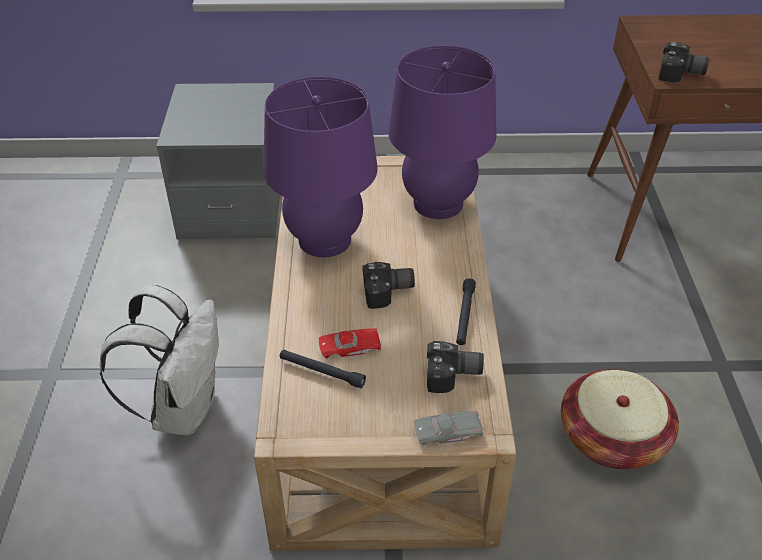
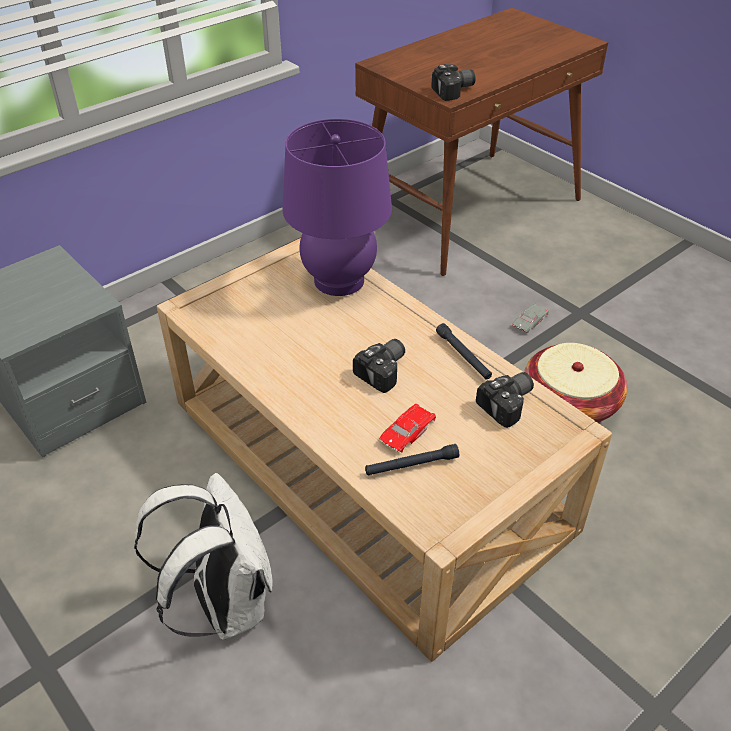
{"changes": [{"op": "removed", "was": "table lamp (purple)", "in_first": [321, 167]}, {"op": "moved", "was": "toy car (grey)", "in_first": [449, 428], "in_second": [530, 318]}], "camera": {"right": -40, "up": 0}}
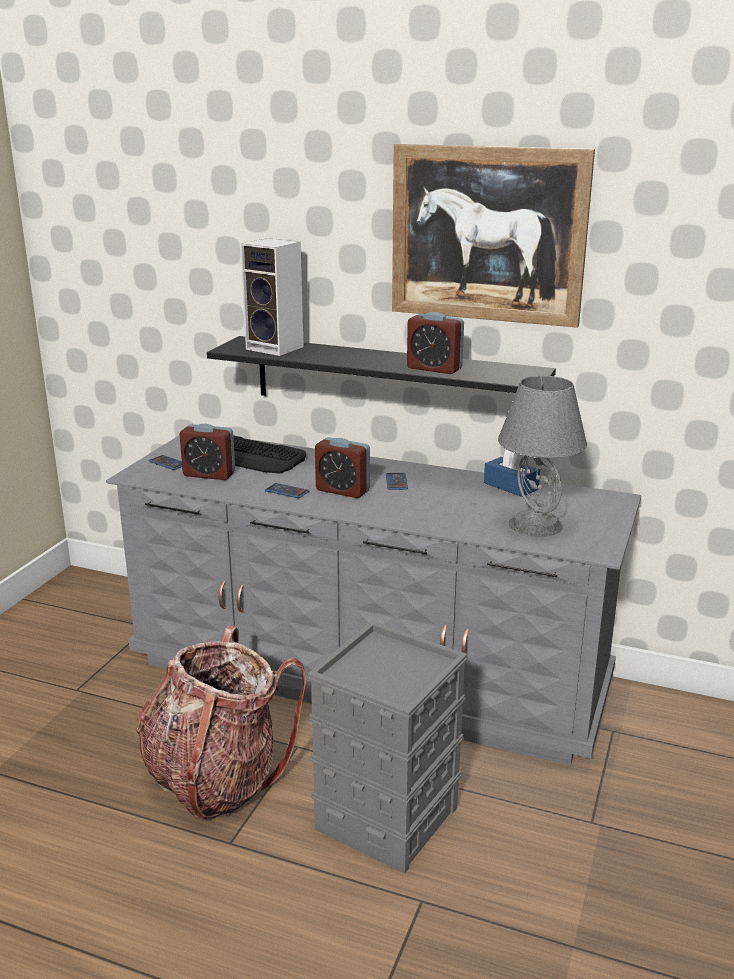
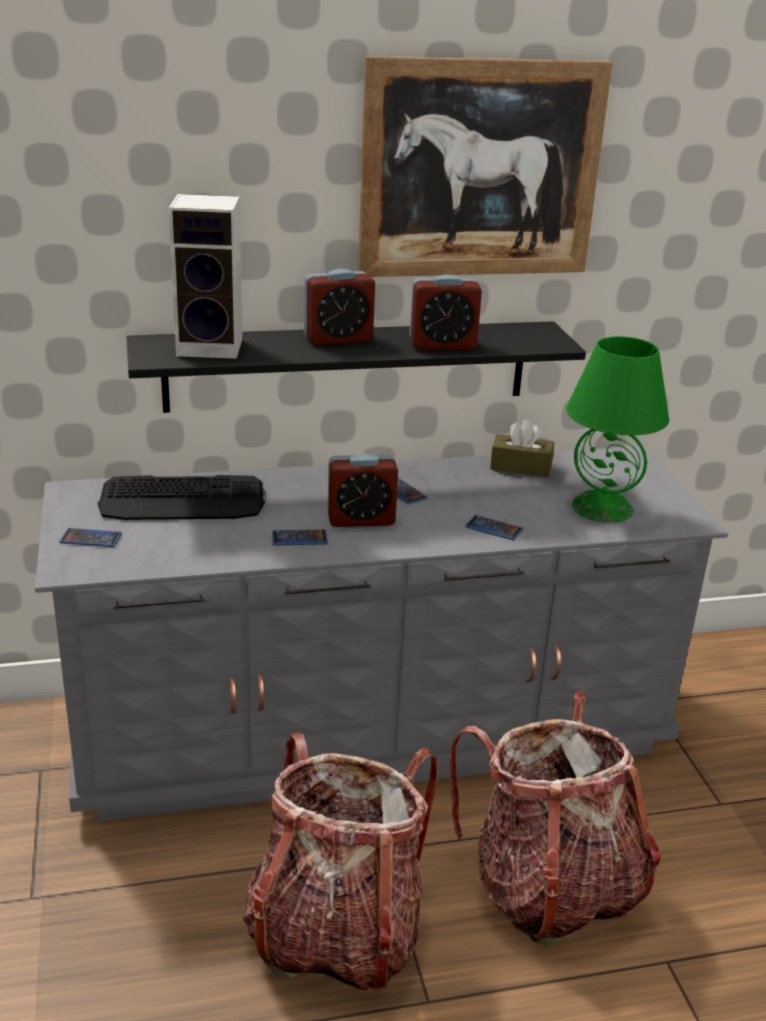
{"changes": [{"op": "added", "now": "phone", "in_second": [494, 527]}, {"op": "moved", "was": "alarm clock", "in_first": [207, 452], "in_second": [339, 307]}, {"op": "replaced", "was": "storage box (grey)", "now": "backpack", "in_first": [387, 747], "in_second": [555, 818]}, {"op": "recoloured", "was": "tissue box (blue)", "now": "tissue box (brown)", "in_first": [512, 473], "in_second": [522, 448]}, {"op": "recoloured", "was": "table lamp (grey)", "now": "table lamp (green)", "in_first": [542, 456], "in_second": [617, 429]}], "camera": {"right": -35, "up": 5}}
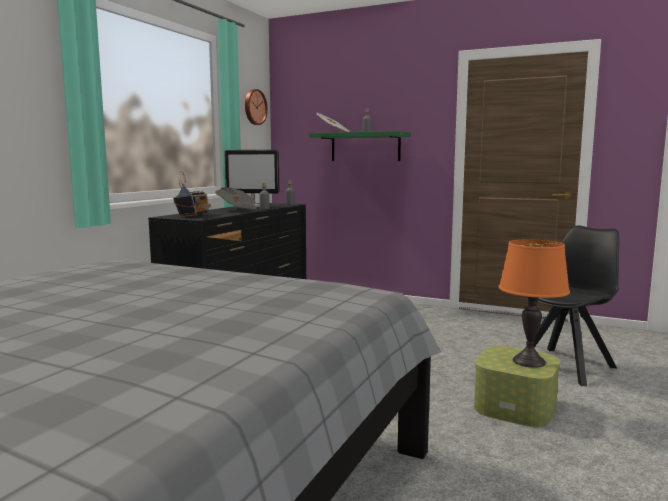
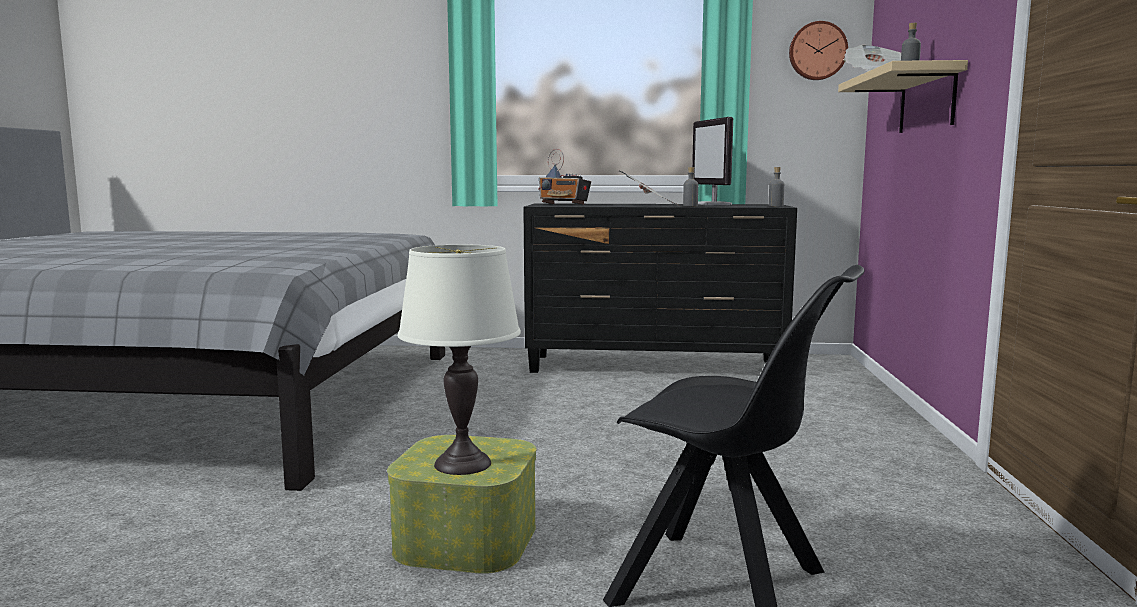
{"changes": [{"op": "recoloured", "was": "shelf (green)", "now": "shelf (beige)", "in_first": [360, 146], "in_second": [903, 96]}, {"op": "recoloured", "was": "table lamp (orange)", "now": "table lamp (white)", "in_first": [534, 303], "in_second": [459, 360]}, {"op": "turned", "was": "radio", "in_first": [192, 194], "in_second": [565, 177], "clockwise": 45}], "camera": {"right": 70, "up": 0}}
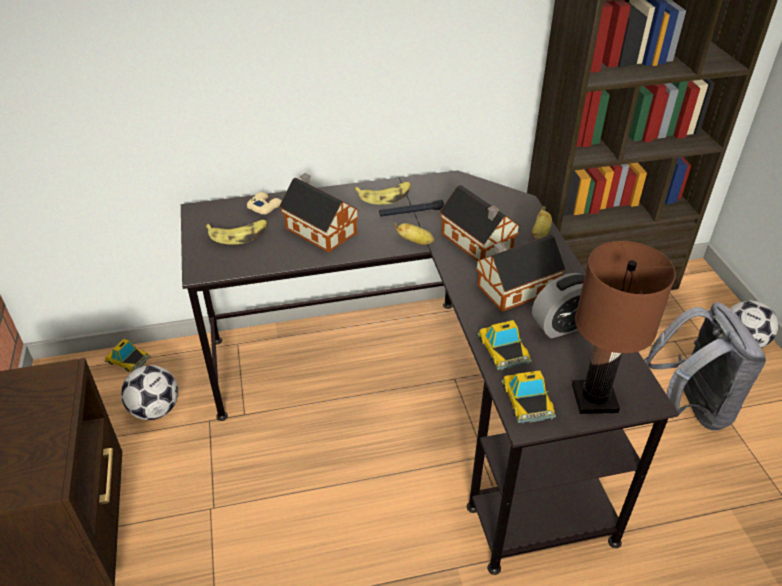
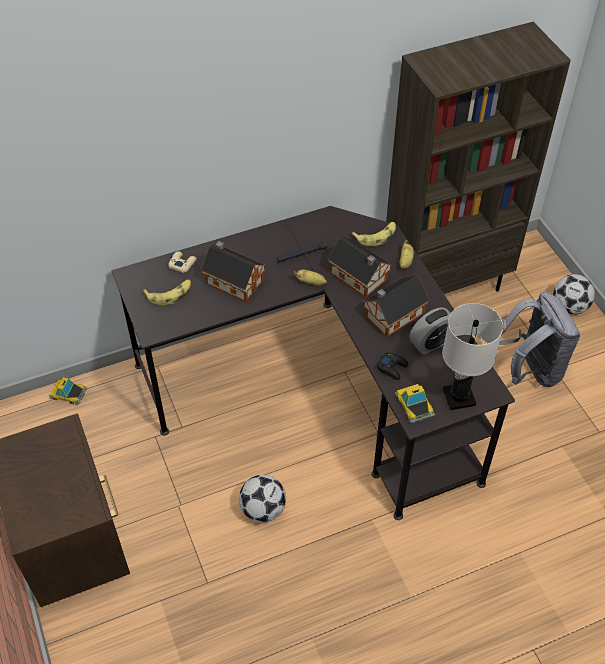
{"changes": [{"op": "moved", "was": "football", "in_first": [149, 392], "in_second": [262, 498]}, {"op": "moved", "was": "banana", "in_first": [382, 193], "in_second": [374, 234]}, {"op": "replaced", "was": "toy car", "now": "game controller (black)", "in_first": [504, 345], "in_second": [392, 366]}, {"op": "recoloured", "was": "table lamp (brown)", "now": "table lamp (white)", "in_first": [624, 327], "in_second": [472, 356]}], "camera": {"right": -10, "up": 10}}
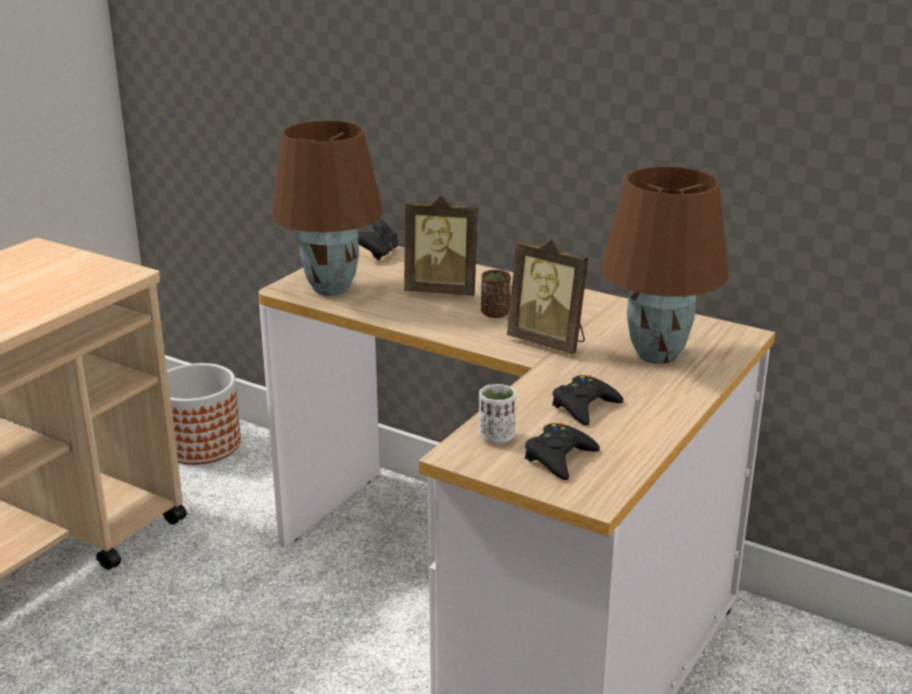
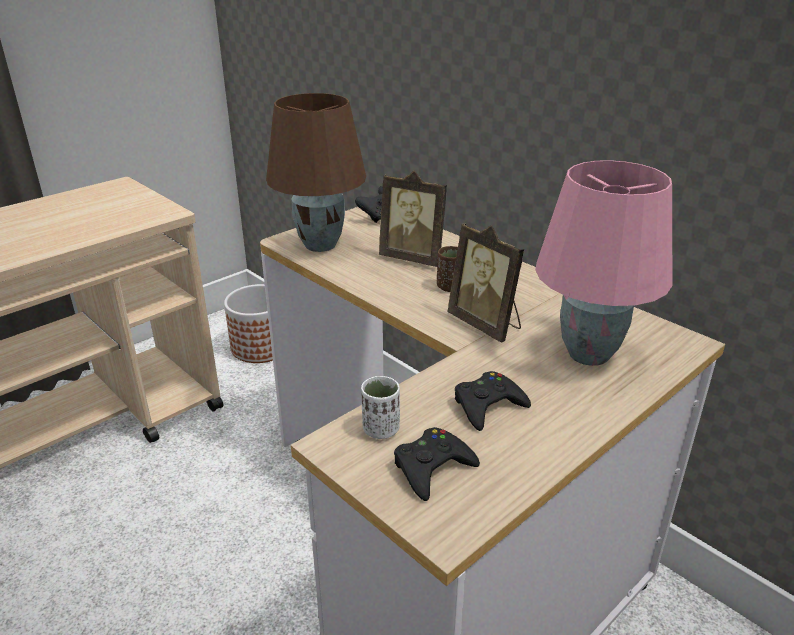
{"changes": [{"op": "recoloured", "was": "table lamp (brown)", "now": "table lamp (pink)", "in_first": [665, 265], "in_second": [603, 263]}], "camera": {"right": 15, "up": 5}}
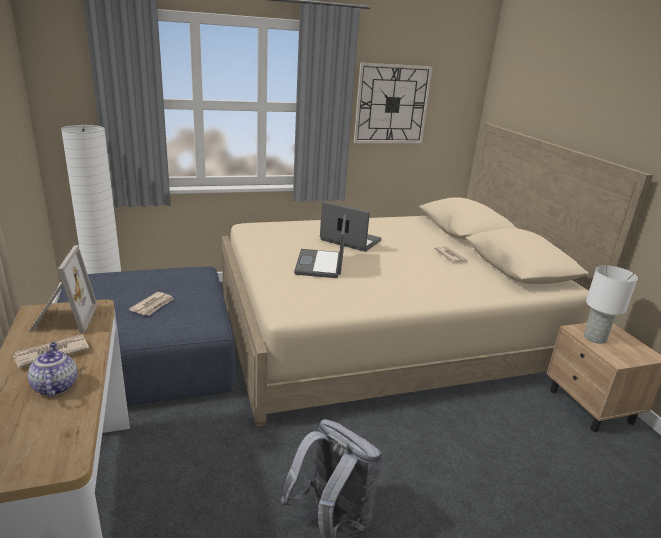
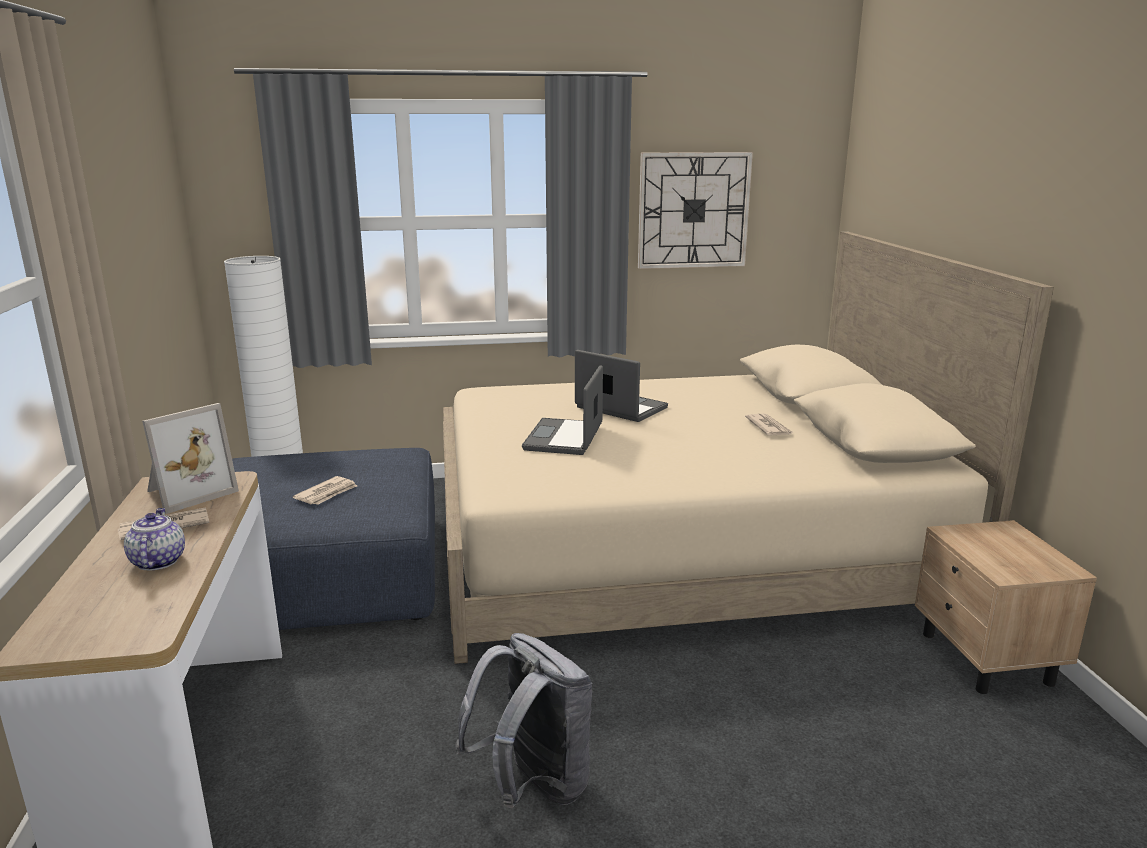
{"changes": [{"op": "removed", "was": "table lamp (white)", "in_first": [611, 304]}, {"op": "turned", "was": "picture frame", "in_first": [63, 289], "in_second": [190, 458], "clockwise": 45}], "camera": {"right": 10, "up": -5}}
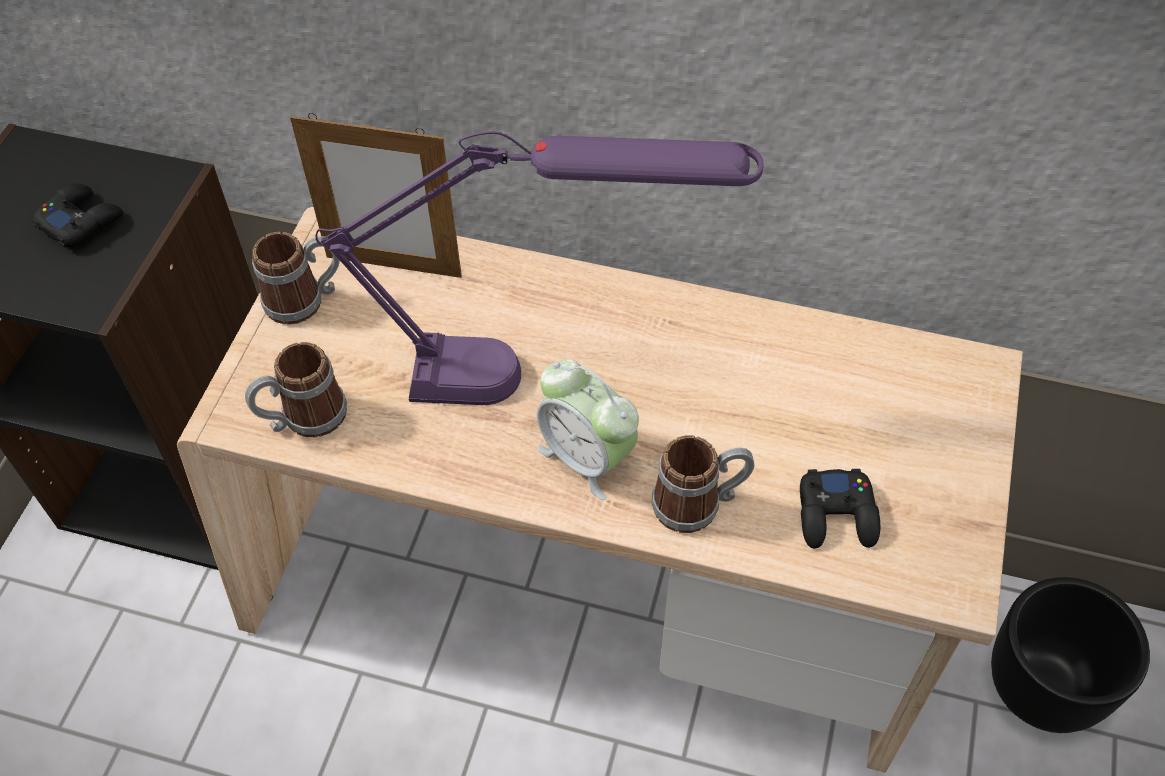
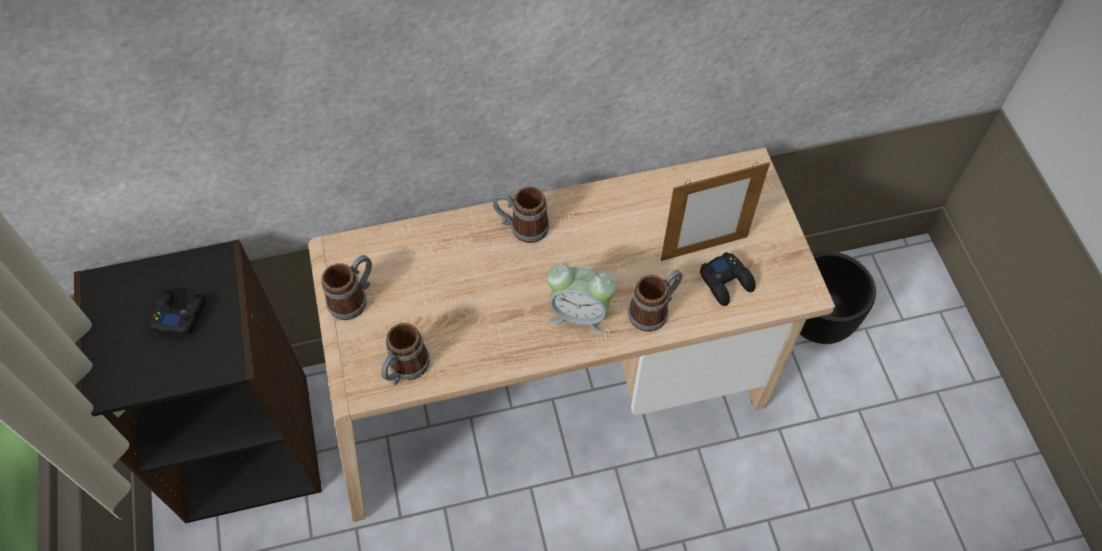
{"changes": [{"op": "removed", "was": "table lamp (purple)", "in_first": [540, 268]}, {"op": "added", "now": "mug", "in_second": [521, 214]}, {"op": "moved", "was": "picture frame", "in_first": [376, 195], "in_second": [715, 211]}], "camera": {"right": -30, "up": 5}}
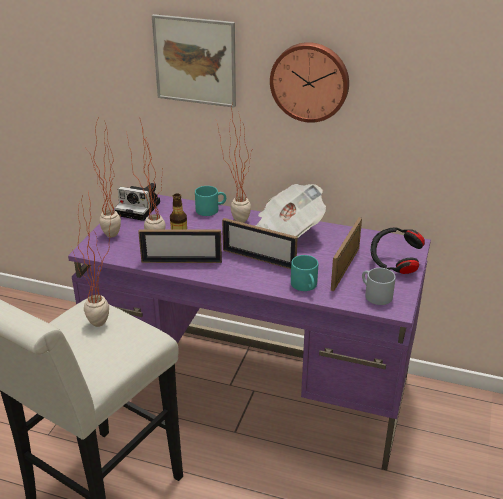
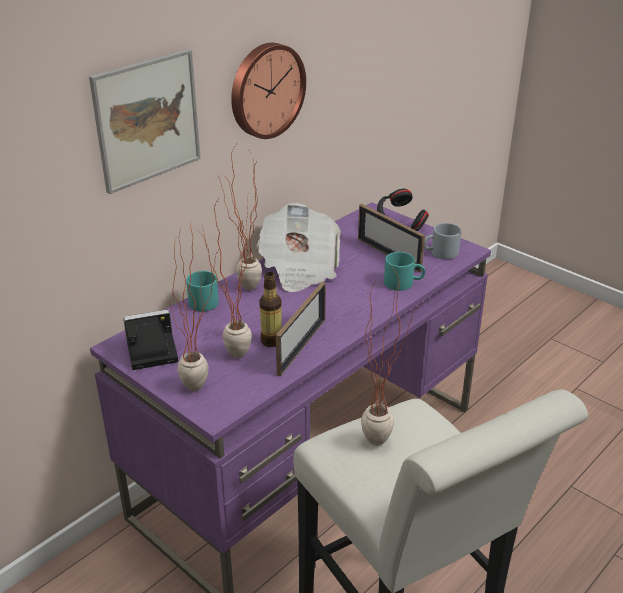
{"changes": [{"op": "removed", "was": "picture frame", "in_first": [260, 243]}, {"op": "turned", "was": "photo camera", "in_first": [137, 202], "in_second": [150, 340], "clockwise": -150}], "camera": {"right": -65, "up": 0}}
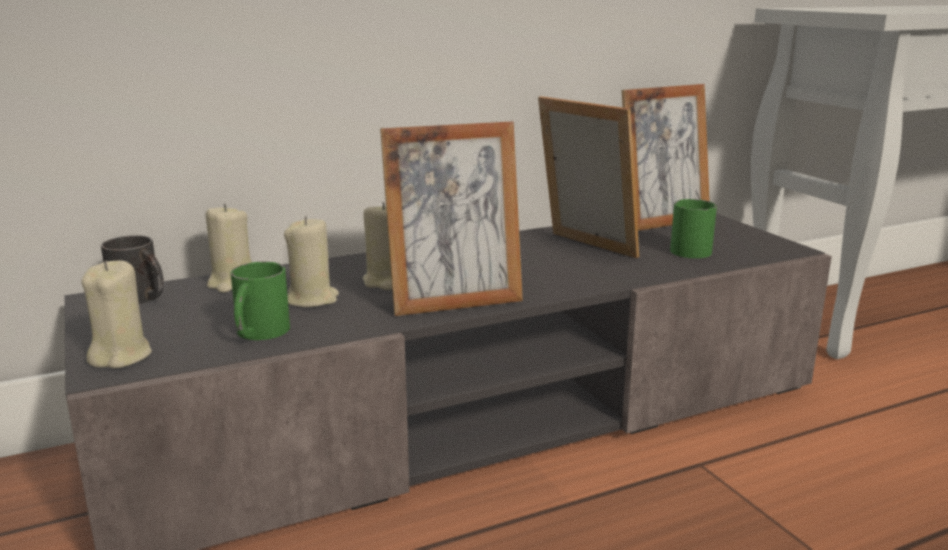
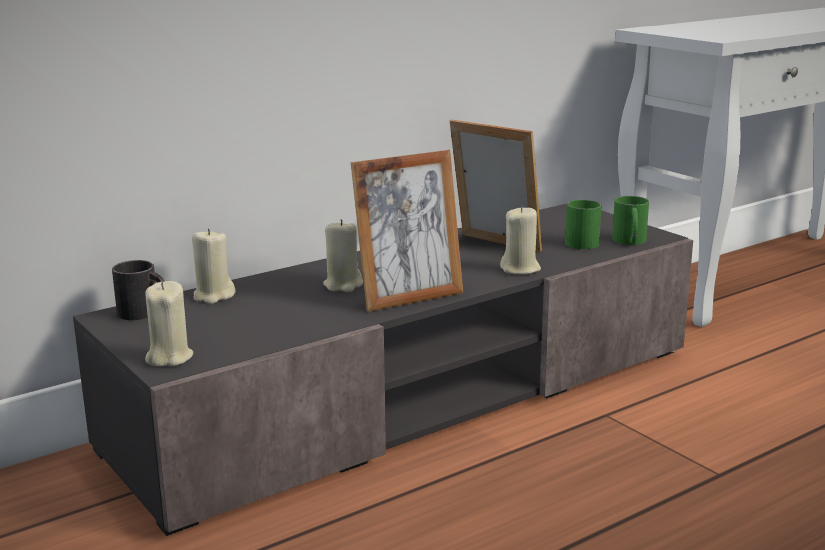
{"changes": [{"op": "removed", "was": "picture frame", "in_first": [666, 157]}, {"op": "moved", "was": "mug (green)", "in_first": [260, 301], "in_second": [630, 220]}, {"op": "moved", "was": "candle (beige)", "in_first": [311, 261], "in_second": [520, 240]}], "camera": {"right": -10, "up": 0}}
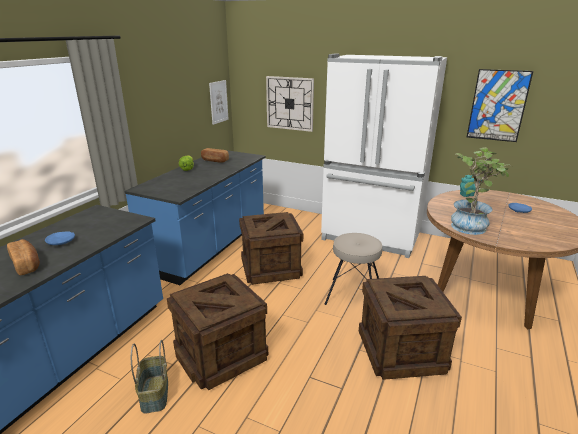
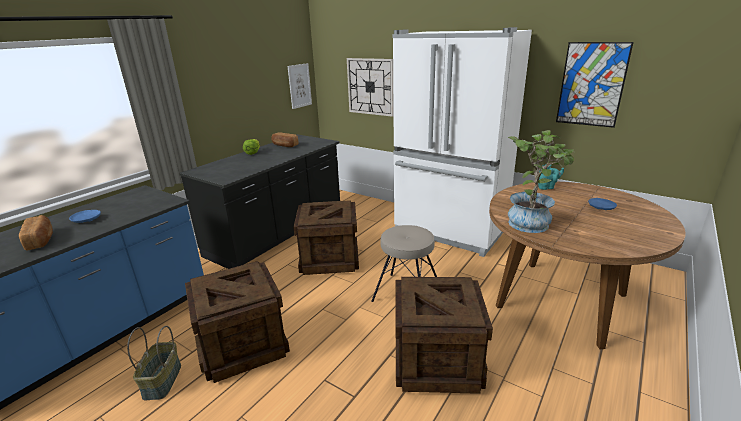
{"changes": [{"op": "recoloured", "was": "counter (blue)", "now": "counter (black)", "in_first": [195, 217], "in_second": [260, 201]}], "camera": {"right": 10, "up": 0}}
